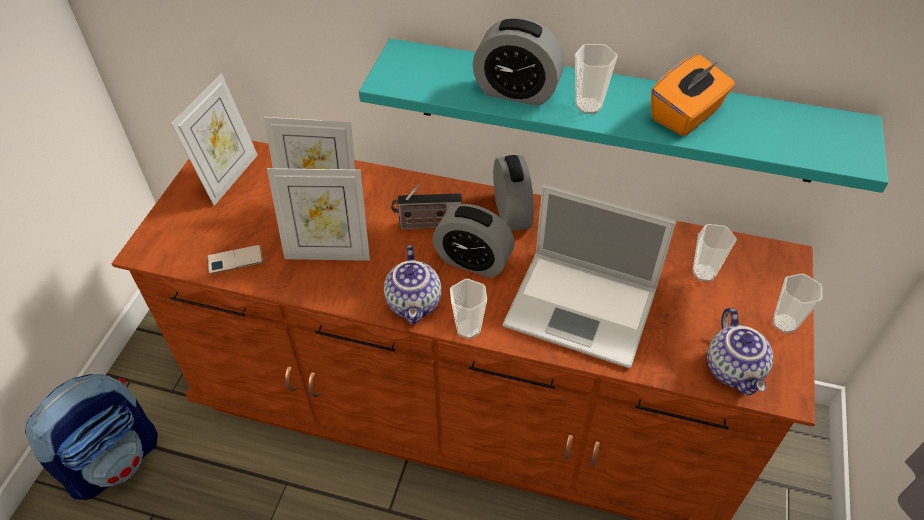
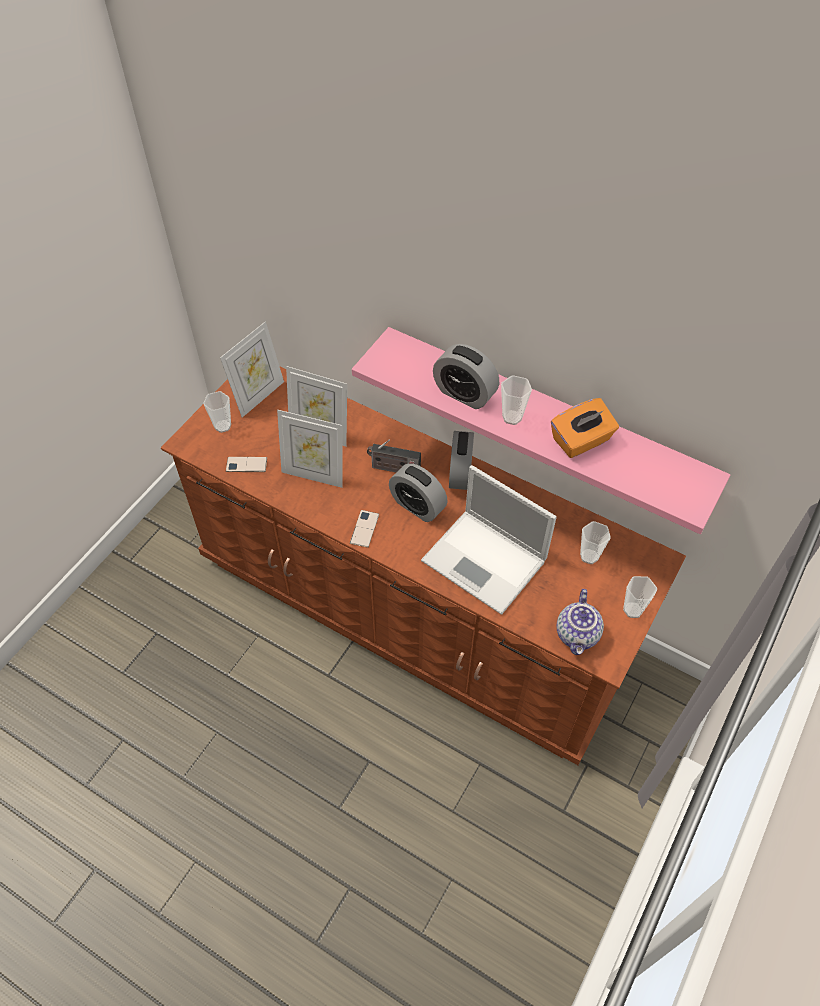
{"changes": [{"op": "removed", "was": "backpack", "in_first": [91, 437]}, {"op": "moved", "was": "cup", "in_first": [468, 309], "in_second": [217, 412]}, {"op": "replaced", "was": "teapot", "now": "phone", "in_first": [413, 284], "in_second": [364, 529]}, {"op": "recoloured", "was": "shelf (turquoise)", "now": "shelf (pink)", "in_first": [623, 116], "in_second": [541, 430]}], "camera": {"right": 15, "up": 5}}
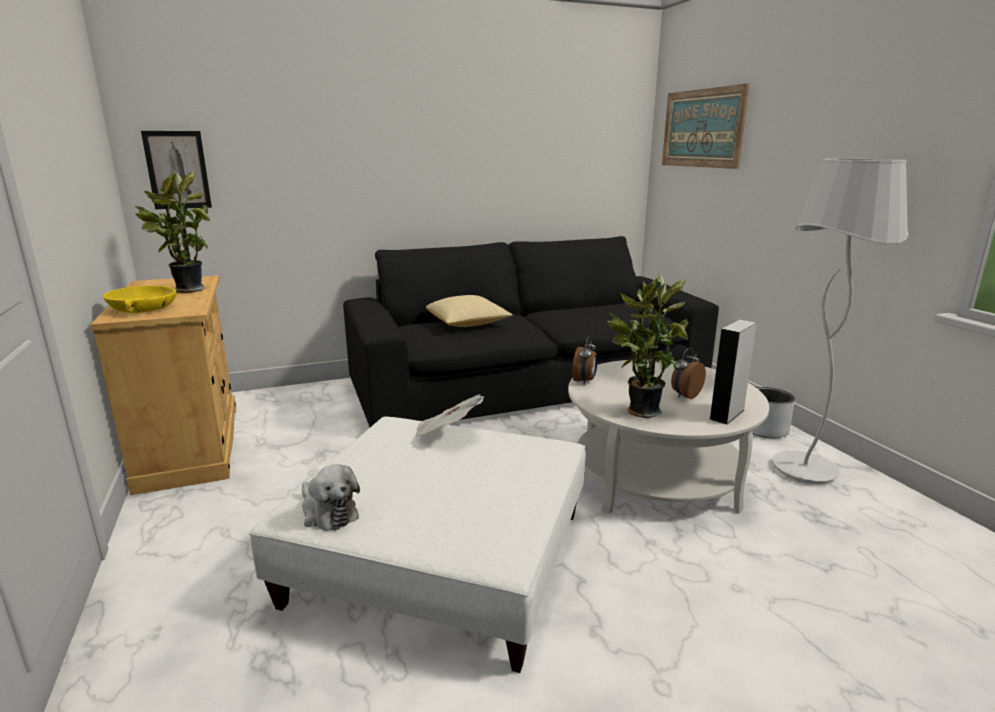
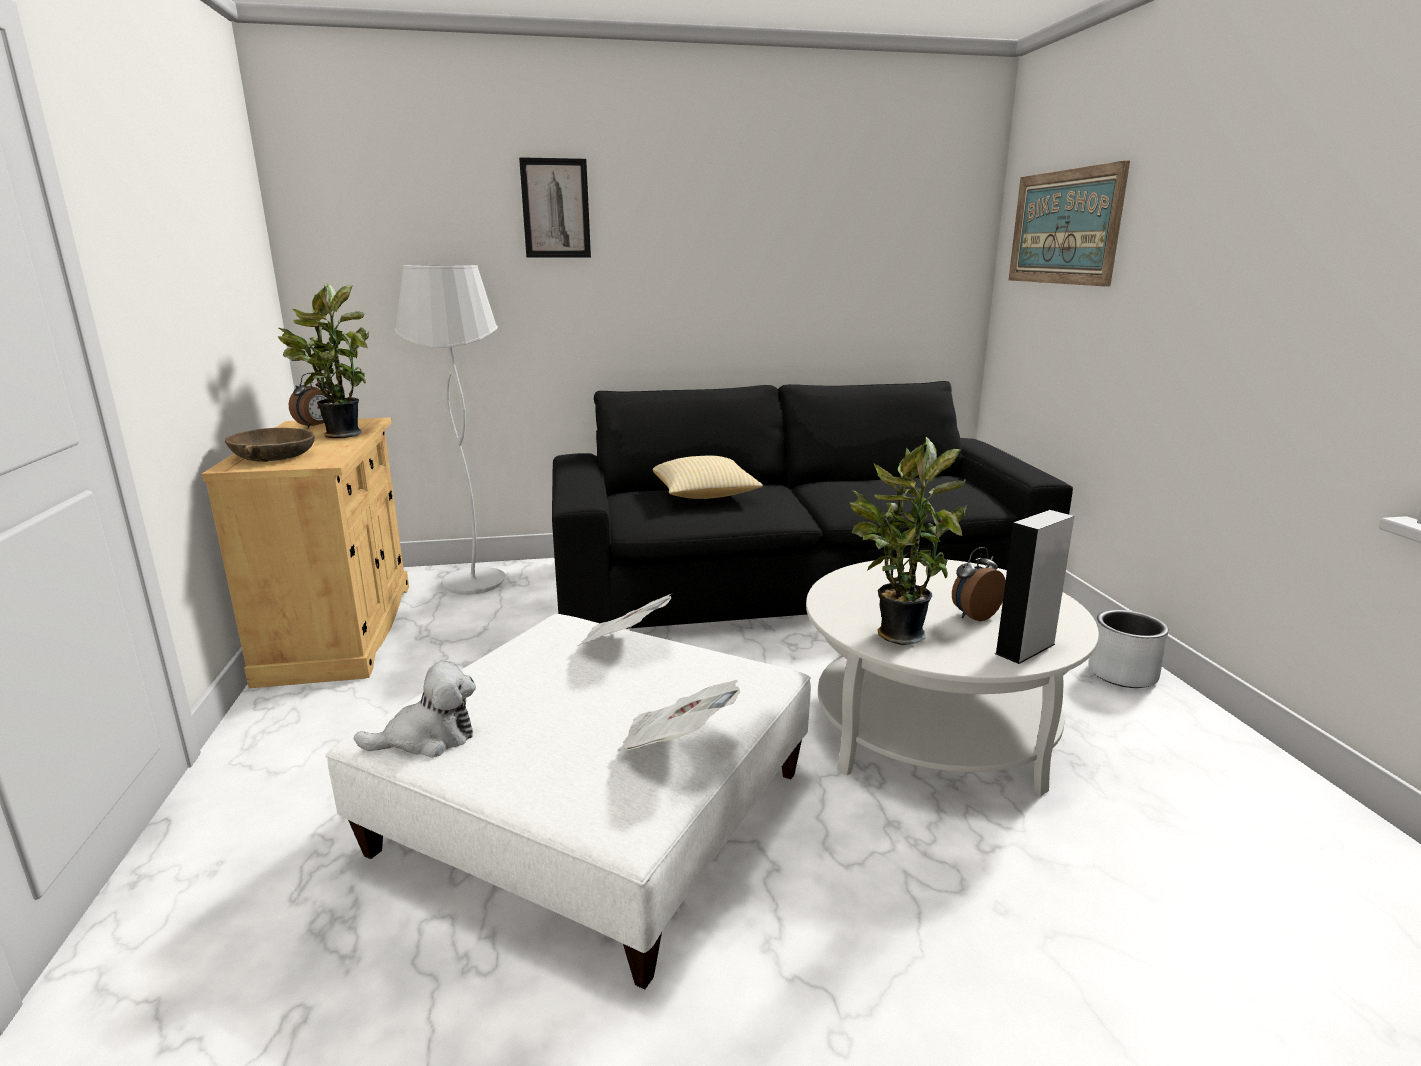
{"changes": [{"op": "added", "now": "newspaper", "in_second": [679, 715]}, {"op": "moved", "was": "picture", "in_first": [176, 170], "in_second": [555, 207]}, {"op": "moved", "was": "alarm clock", "in_first": [585, 360], "in_second": [309, 400]}, {"op": "moved", "was": "floor lamp (white)", "in_first": [840, 321], "in_second": [450, 430]}, {"op": "recoloured", "was": "bowl (yellow)", "now": "bowl (brown)", "in_first": [140, 299], "in_second": [270, 445]}, {"op": "turned", "was": "plush toy", "in_first": [331, 497], "in_second": [415, 709], "clockwise": -75}], "camera": {"right": 10, "up": 0}}
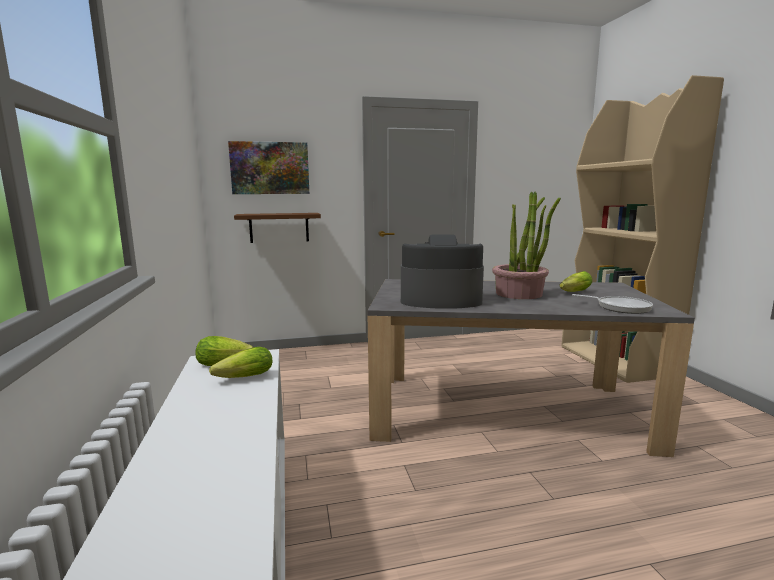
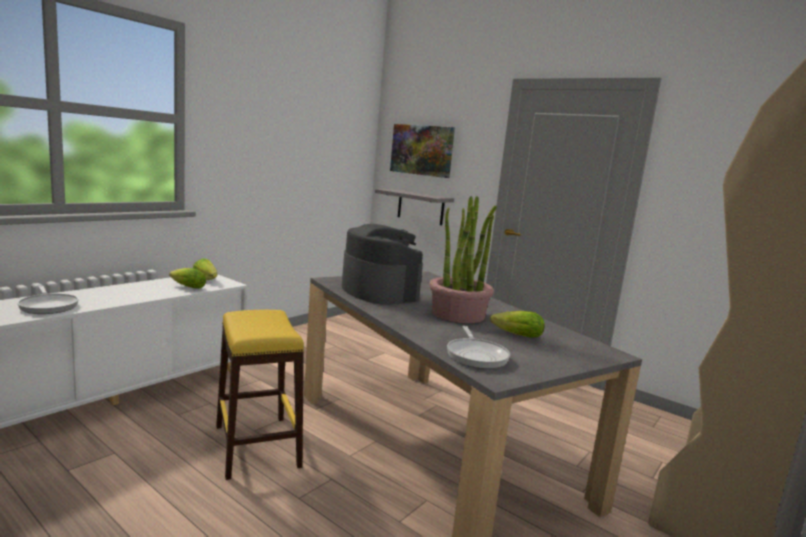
{"changes": [{"op": "added", "now": "frying pan", "in_second": [48, 300]}, {"op": "added", "now": "stool (yellow)", "in_second": [260, 395]}, {"op": "recoloured", "was": "shelf (brown)", "now": "shelf (grey)", "in_first": [277, 228], "in_second": [414, 207]}], "camera": {"right": 50, "up": 0}}
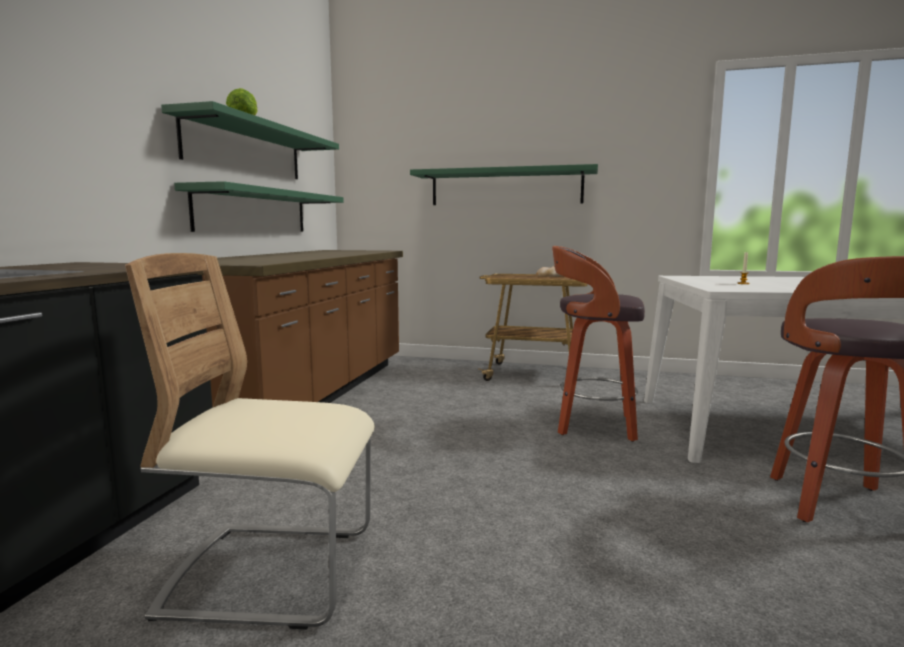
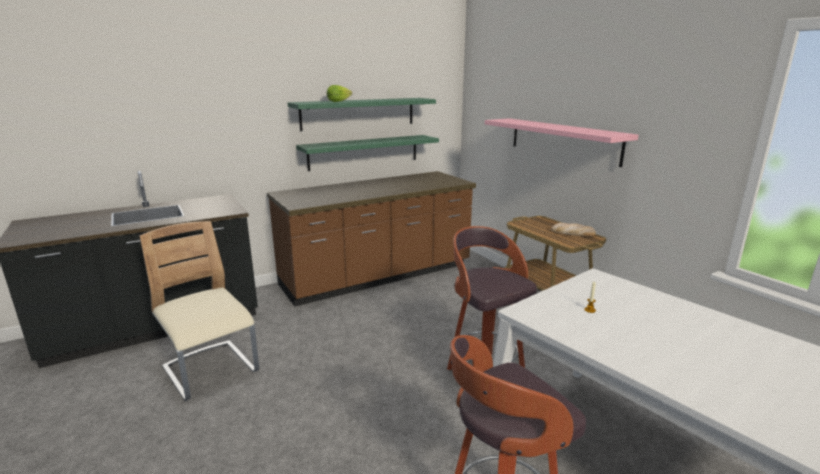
{"changes": [{"op": "recoloured", "was": "shelf (green)", "now": "shelf (pink)", "in_first": [504, 184], "in_second": [562, 142]}], "camera": {"right": 45, "up": 10}}
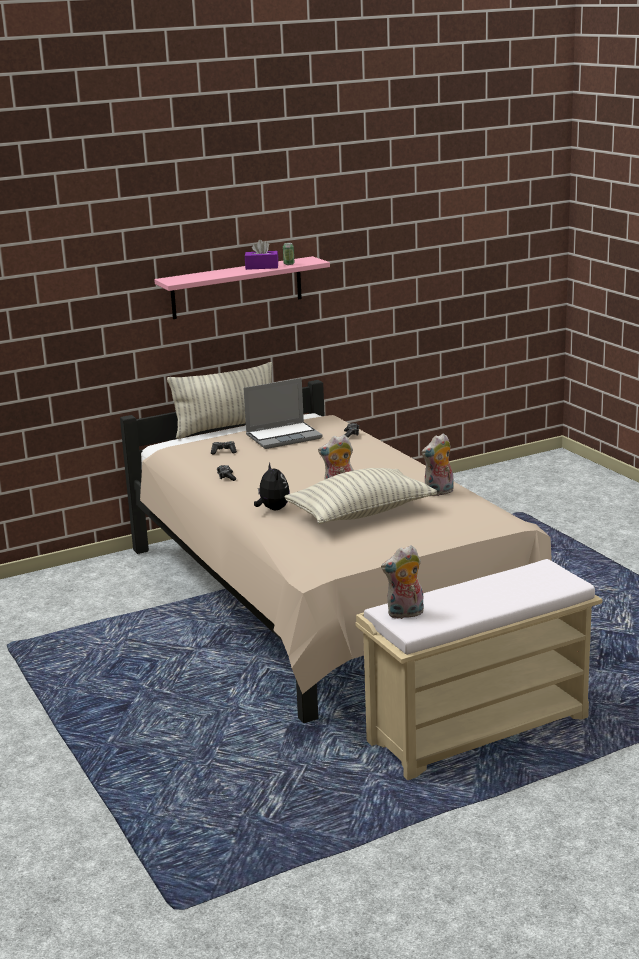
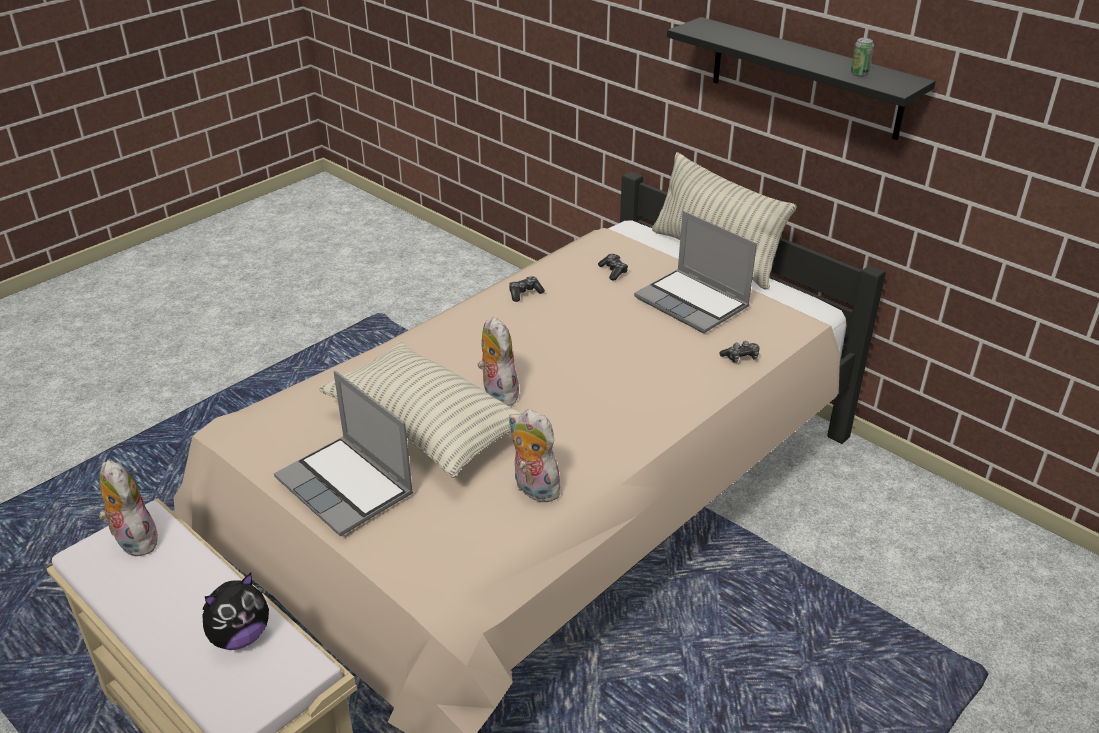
{"changes": [{"op": "removed", "was": "tissue box (purple)", "in_first": [261, 255]}, {"op": "added", "now": "laptop", "in_second": [343, 453]}, {"op": "moved", "was": "plush toy", "in_first": [272, 486], "in_second": [235, 611]}, {"op": "recoloured", "was": "shelf (pink)", "now": "shelf (black)", "in_first": [242, 287], "in_second": [801, 78]}], "camera": {"right": 70, "up": 15}}
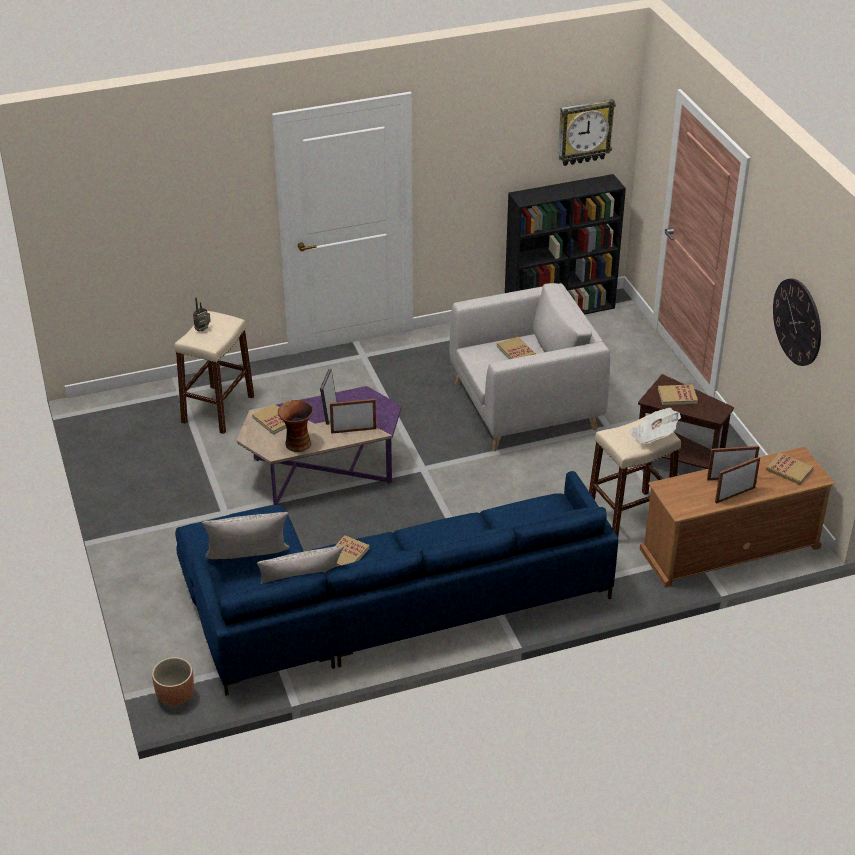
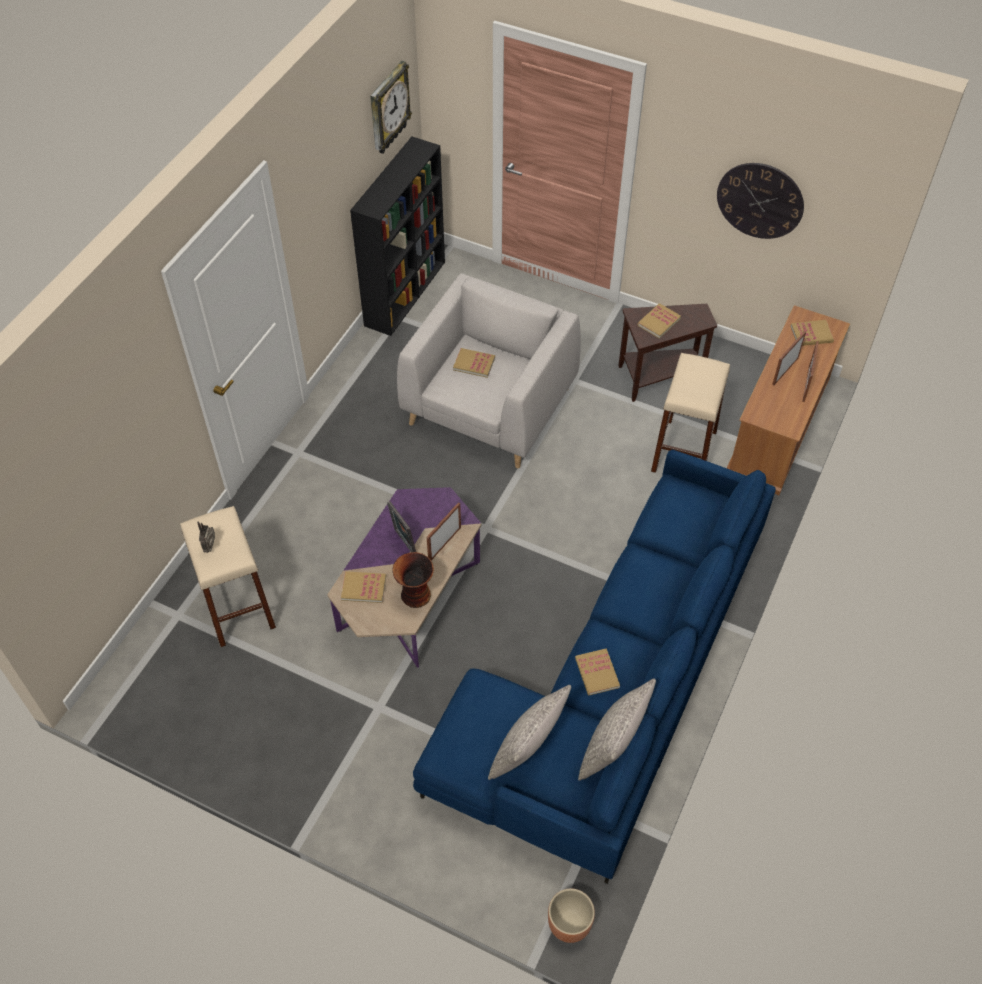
{"changes": [{"op": "removed", "was": "newspaper", "in_first": [655, 426]}], "camera": {"right": -45, "up": 15}}
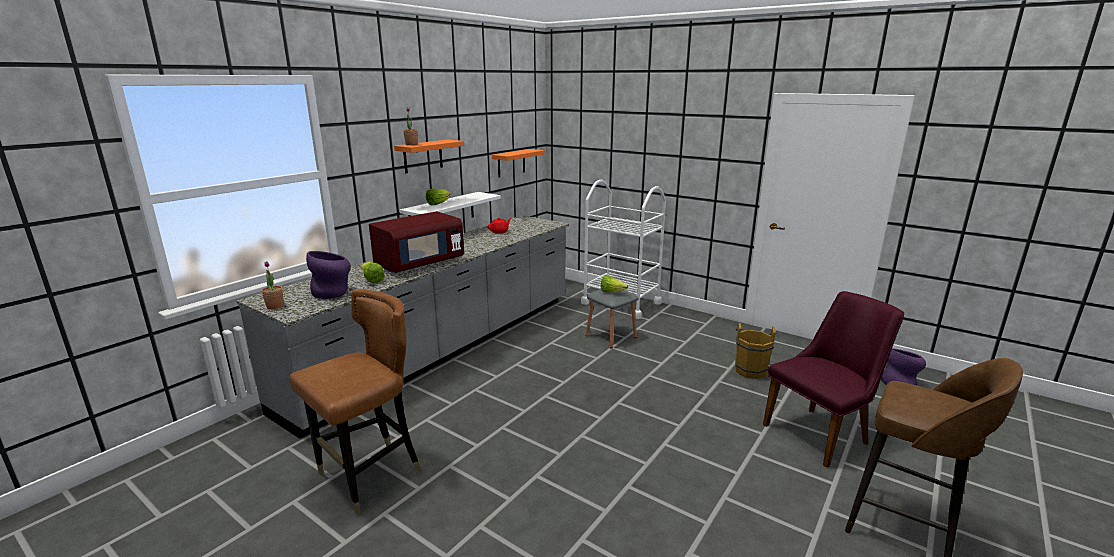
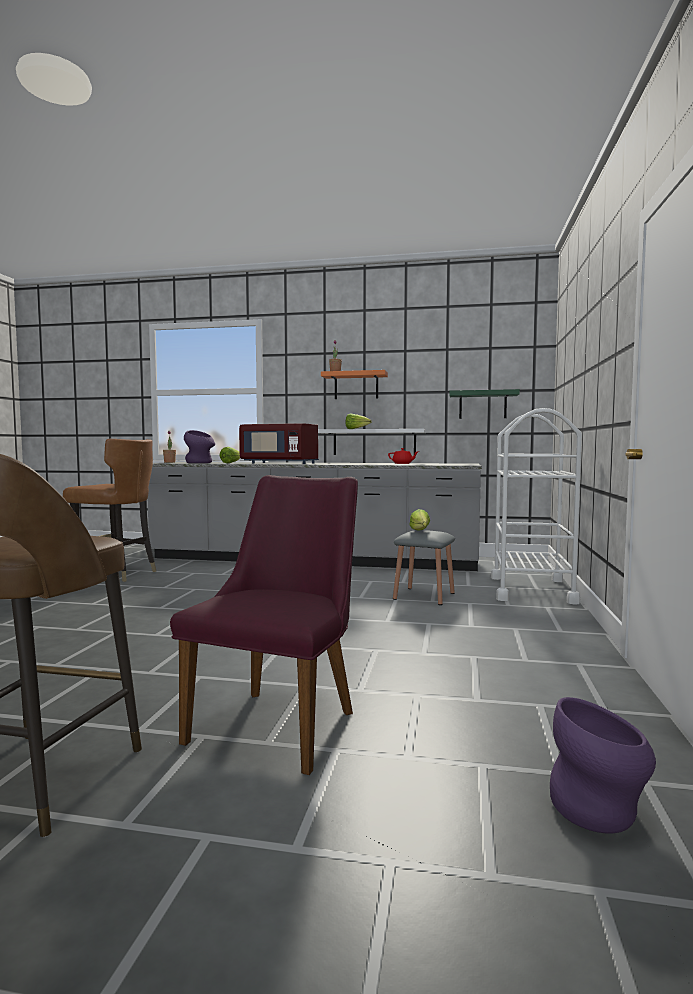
{"changes": [{"op": "removed", "was": "bucket (brown)", "in_first": [756, 351]}, {"op": "recoloured", "was": "shelf (orange)", "now": "shelf (green)", "in_first": [518, 163], "in_second": [484, 404]}, {"op": "turned", "was": "chair (purple)", "in_first": [833, 379], "in_second": [264, 625], "clockwise": -105}], "camera": {"right": 65, "up": -15}}
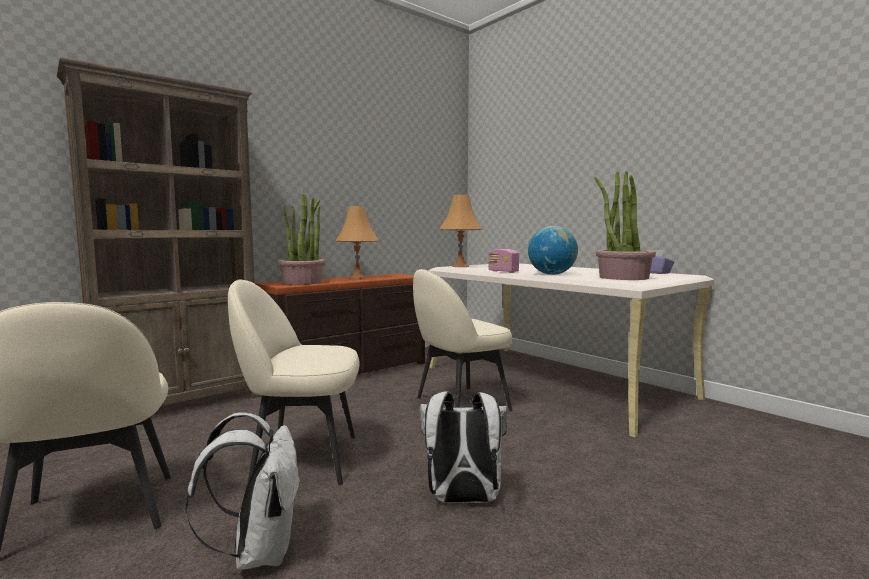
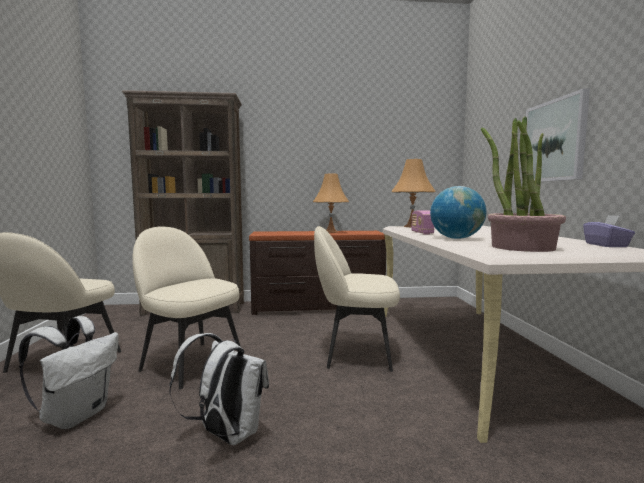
{"changes": [{"op": "removed", "was": "potted plant", "in_first": [302, 239]}, {"op": "added", "now": "picture", "in_second": [556, 135]}], "camera": {"right": 35, "up": 0}}
